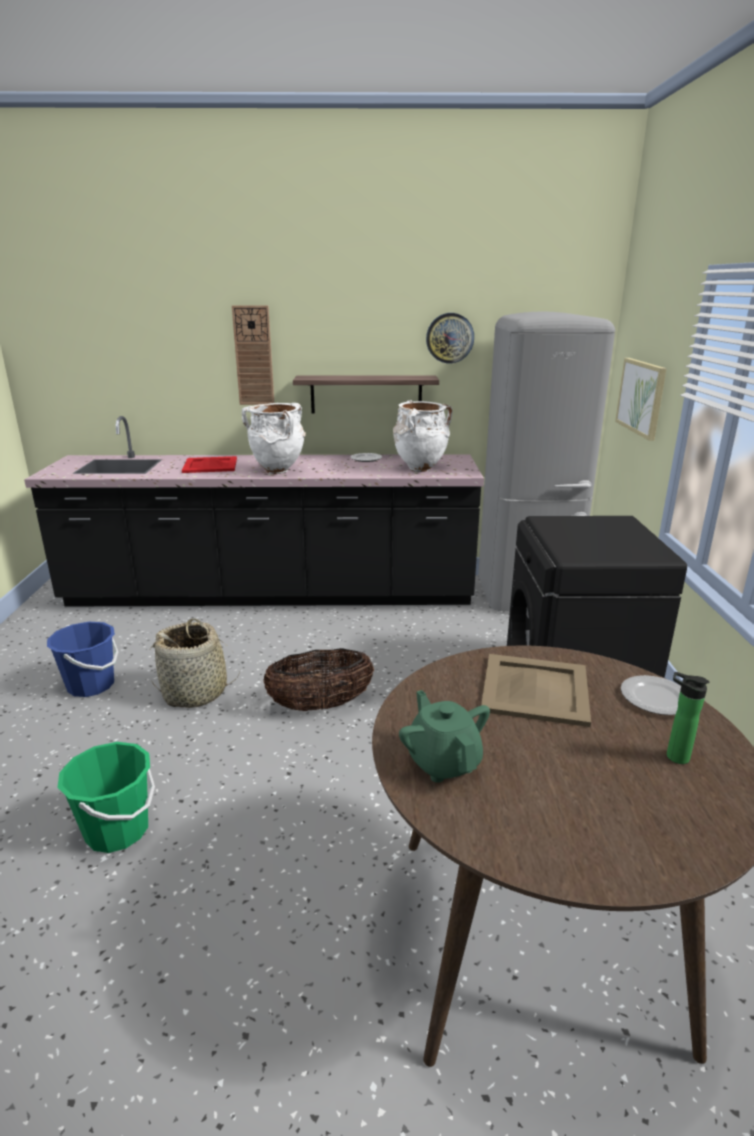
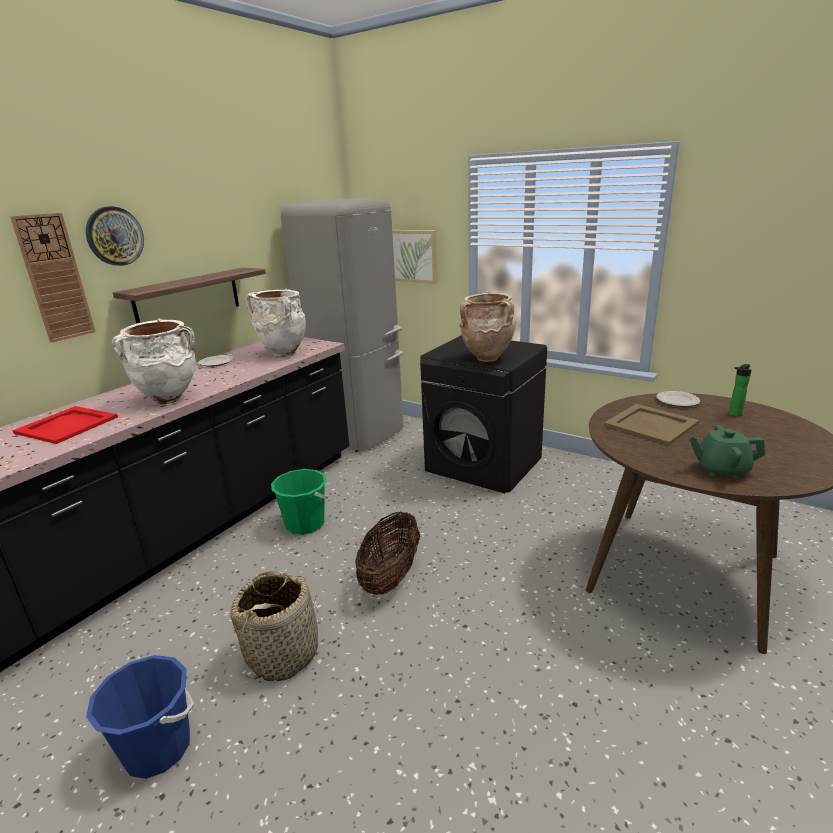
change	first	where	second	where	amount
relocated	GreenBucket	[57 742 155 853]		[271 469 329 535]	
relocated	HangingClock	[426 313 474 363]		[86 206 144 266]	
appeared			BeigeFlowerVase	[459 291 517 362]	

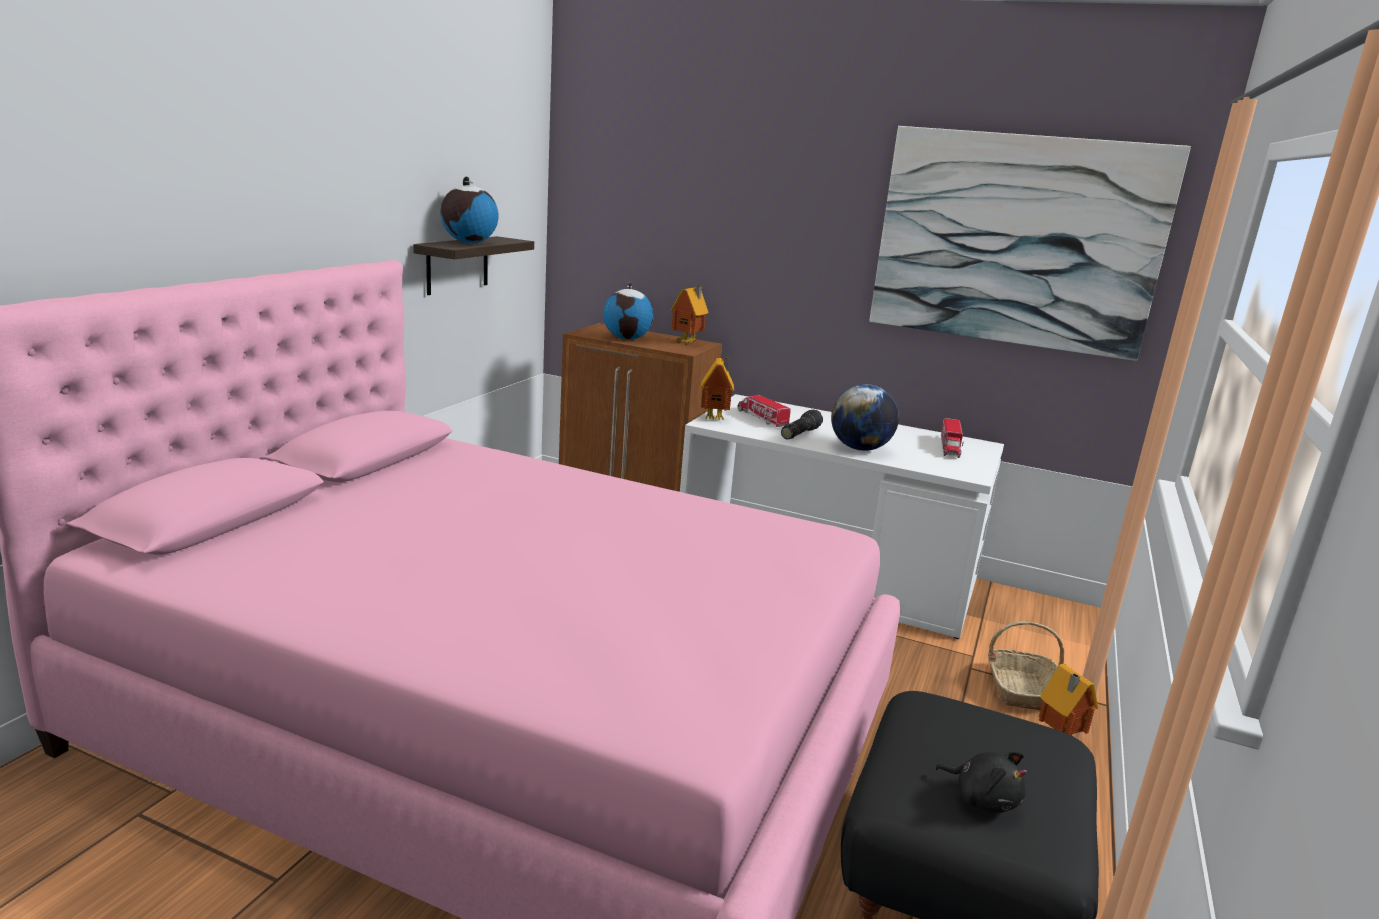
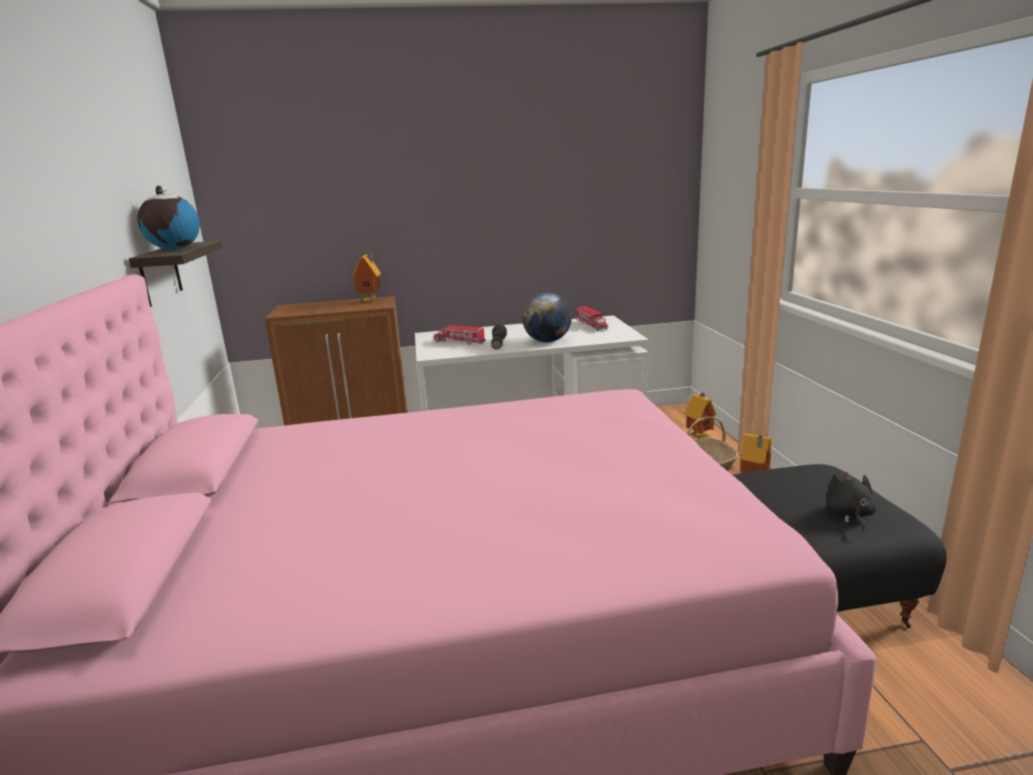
change	first	where	second	where	amount
missing	Globe	[603 281 654 340]			
relocated	ModelHouse	[700 357 734 420]		[685 393 717 439]	
missing	Picture	[869 126 1191 361]			
spun	BlackColouredCuddlyToy	[935 752 1027 813]		[826 472 876 532]	90 degrees counterclockwise

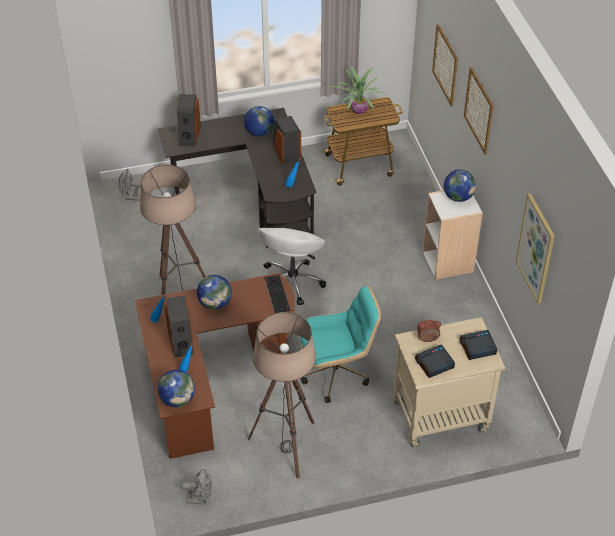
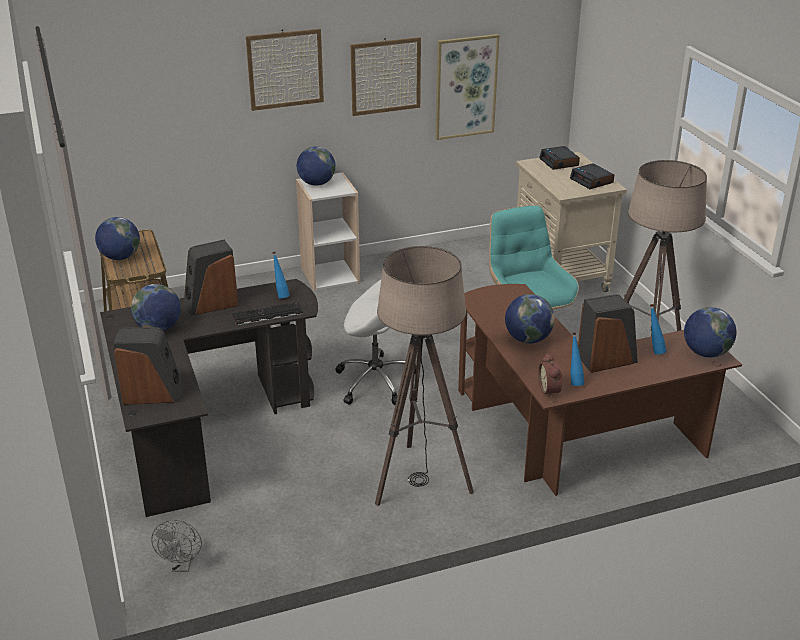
change	first	where	second	where	amount
missing	GrayFan	[181 469 212 505]			
relocated	PcKeyboard	[265 275 291 313]		[232 302 303 325]	
exchanged	PottedPlant	[330 66 385 114]	Globe	[95 217 140 260]	
relocated	TableClock	[417 320 441 342]		[538 353 562 398]	
relocated	Picture	[432 24 458 106]		[350 37 421 116]	

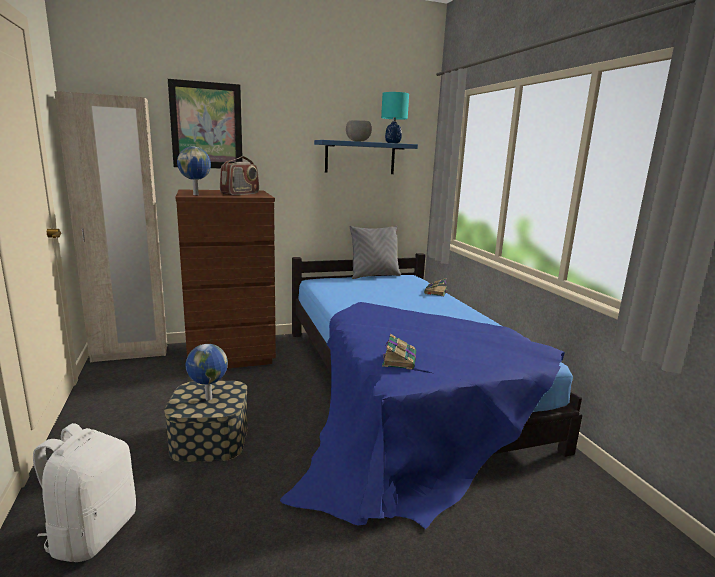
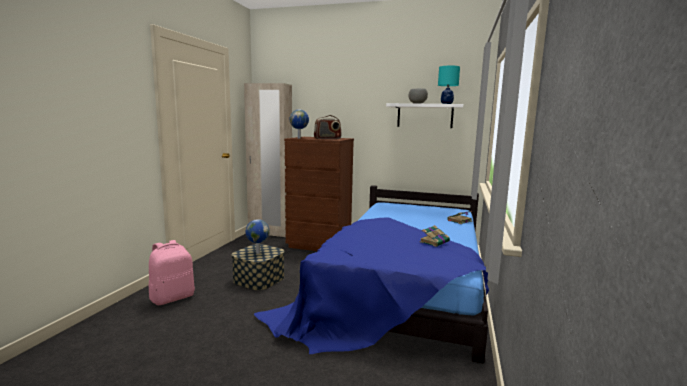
change	first	where	second	where	amount
colour	WhitishKnapsack	[33 423 136 562]	PinkColouredKnapsack	[149 240 195 305]	
missing	Picture	[168 79 243 168]			
colour	BlueColouredWallShelf	[314 140 418 174]	WhitishWallShelf	[386 103 463 128]	
missing	GrayCushion	[349 226 401 279]			
relocated	BoundBook	[382 334 416 370]		[420 225 450 247]	

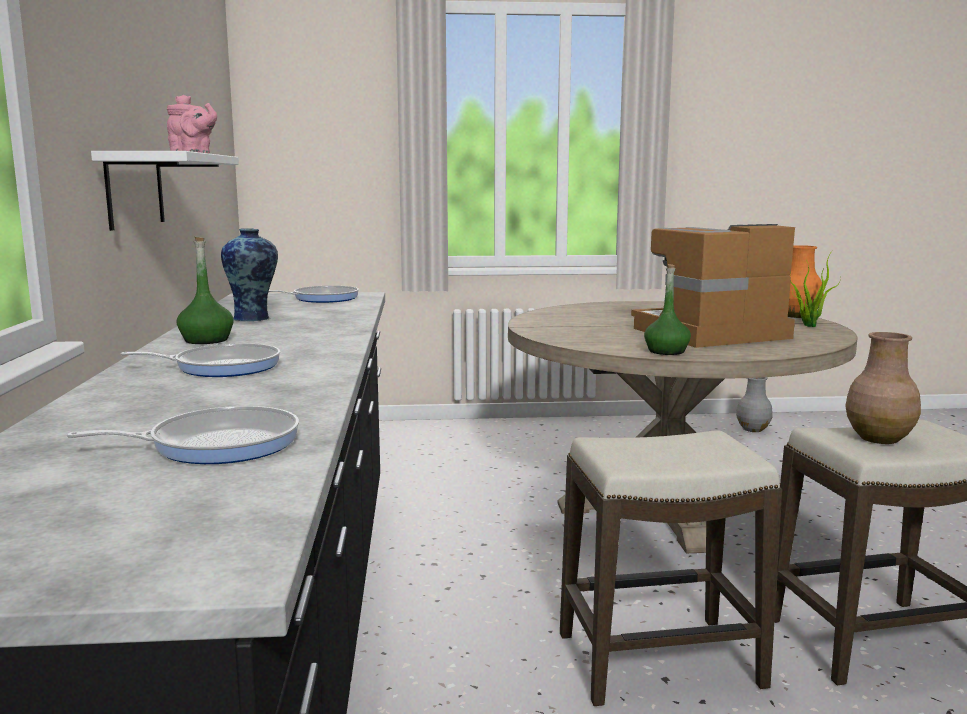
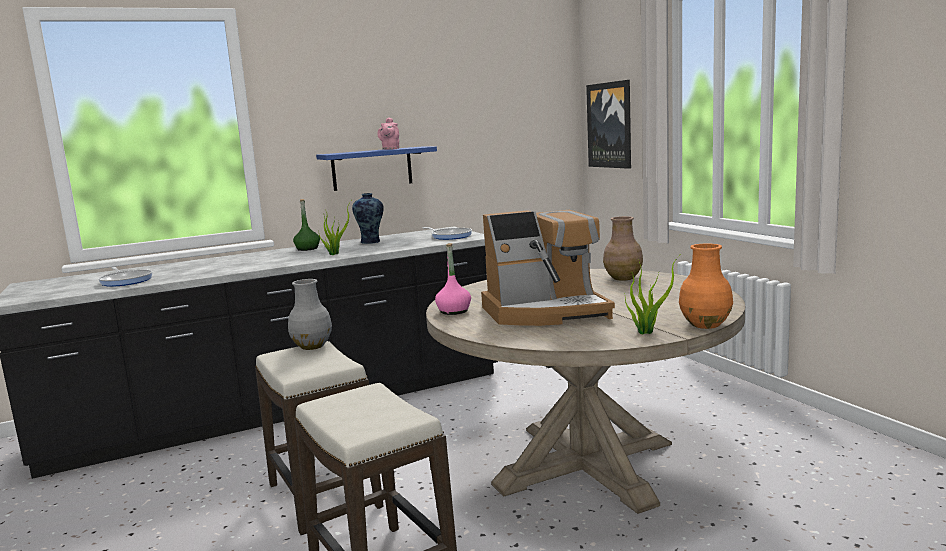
change	first	where	second	where	amount
colour	WhitishWallShelf	[91 151 239 231]	BlueColouredWallShelf	[316 147 437 191]	
missing	FryingPan	[120 343 280 377]			
spun	CoffeeMaker	[631 224 795 348]		[481 210 615 326]	120 degrees clockwise
colour	GreenBottle	[644 264 691 355]	PinkColouredBottle	[435 243 471 315]	
relocated	GrayFlowerVase	[736 377 773 432]		[288 279 332 350]	
relocated	BrownColouredFlowerVase	[846 332 921 444]		[603 216 643 281]	
appeared			PottedPlant	[319 201 351 255]	
appeared			Picture	[586 80 631 169]	

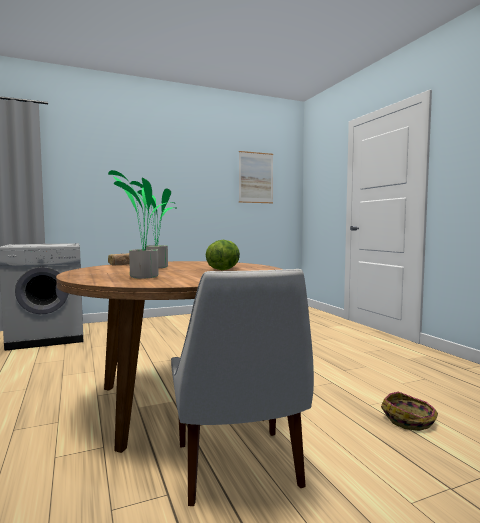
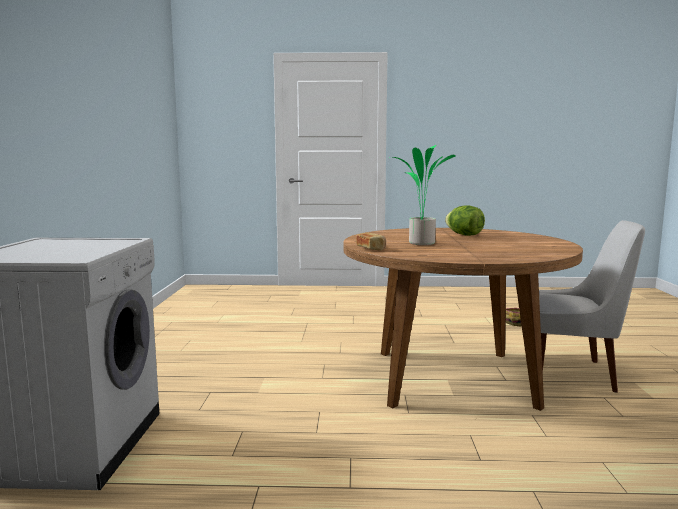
change	first	where	second	where	amount
missing	PottedPlant	[108 170 176 279]			
missing	Picture	[239 151 273 203]			

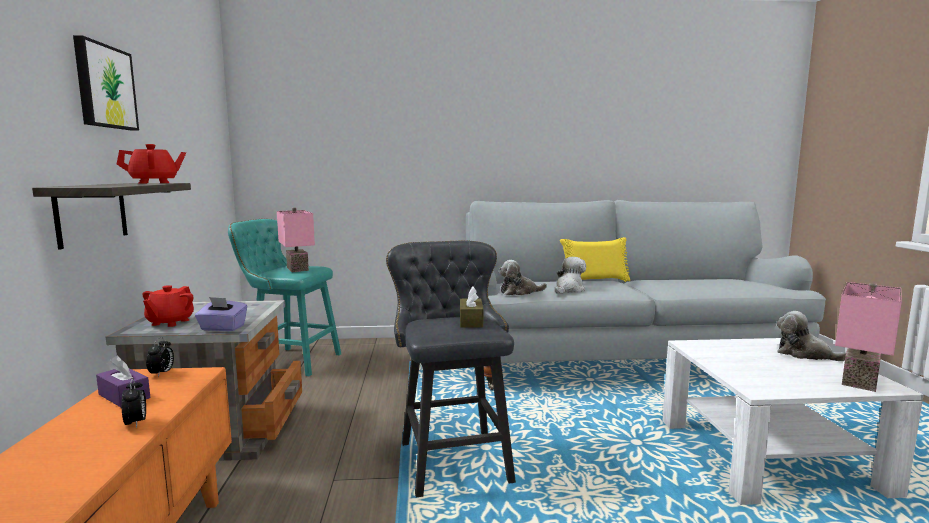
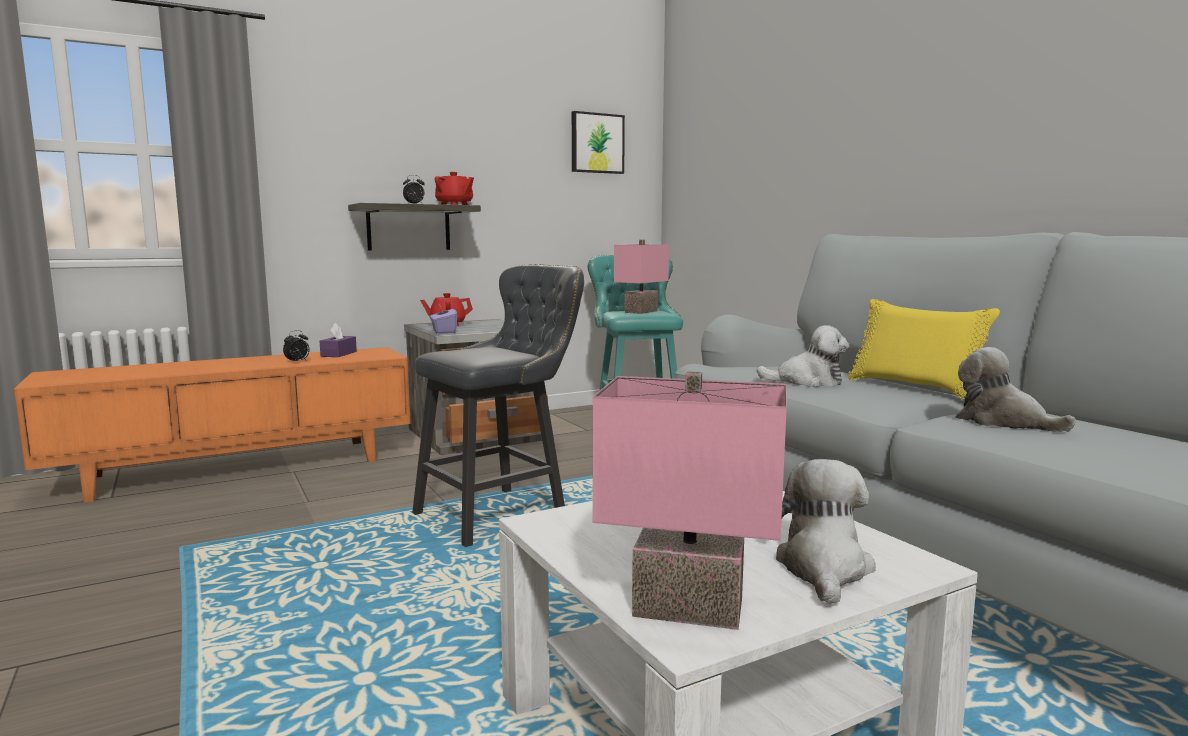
change	first	where	second	where	amount
relocated	Picture	[73 35 139 131]		[572 111 625 174]	
relocated	TableClock	[146 337 174 377]		[403 175 425 203]	
missing	BrownColouredTissueHolder	[460 287 483 327]			
relocated	CuddlyToy	[498 260 547 296]		[955 347 1076 432]	

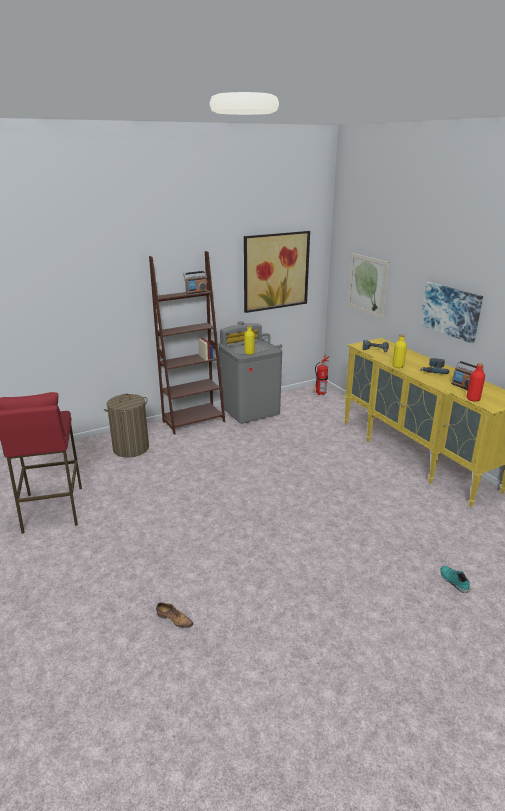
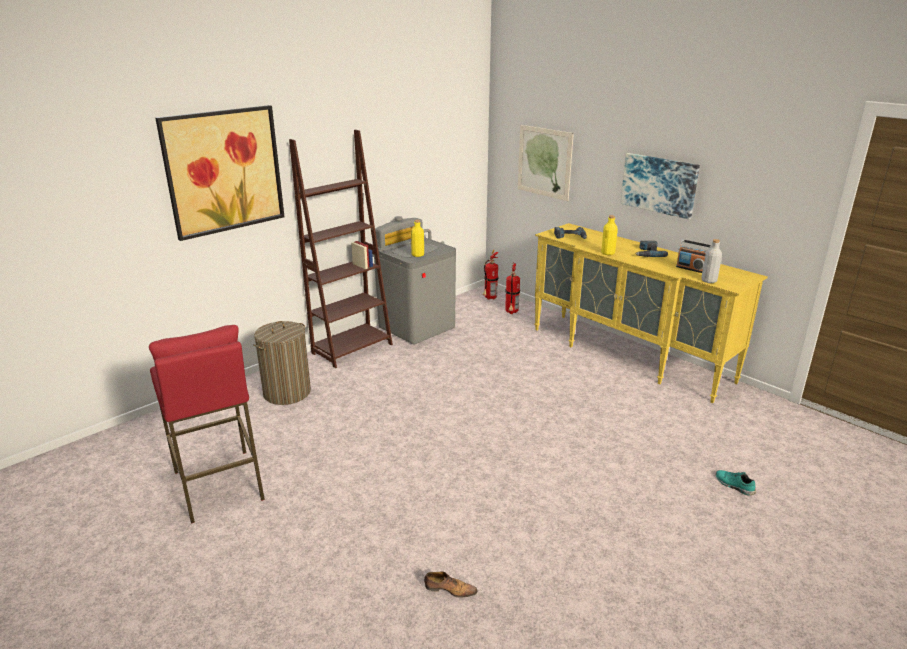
change	first	where	second	where	amount
missing	RadioSet	[183 271 208 294]			
relocated	Picture	[244 231 310 313]		[155 105 285 241]	
colour	RedColouredBottle	[466 363 485 402]	GrayBottle	[701 239 722 283]	
appeared			Extinguisher	[505 263 520 314]	

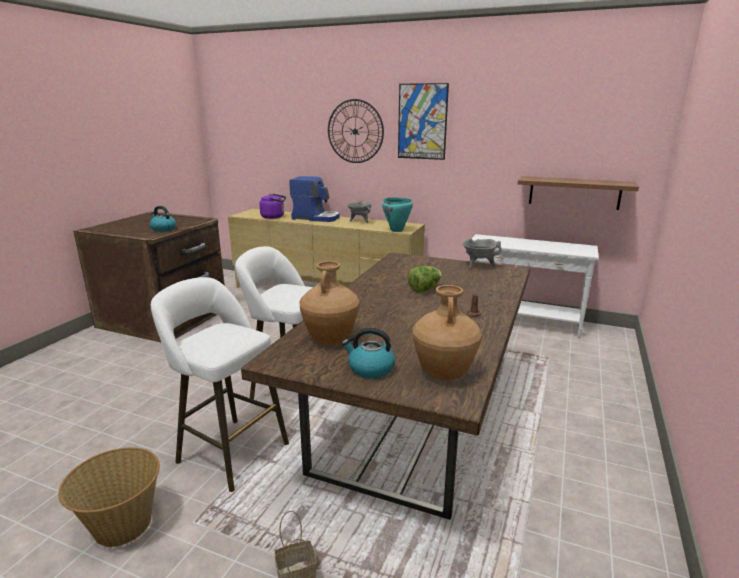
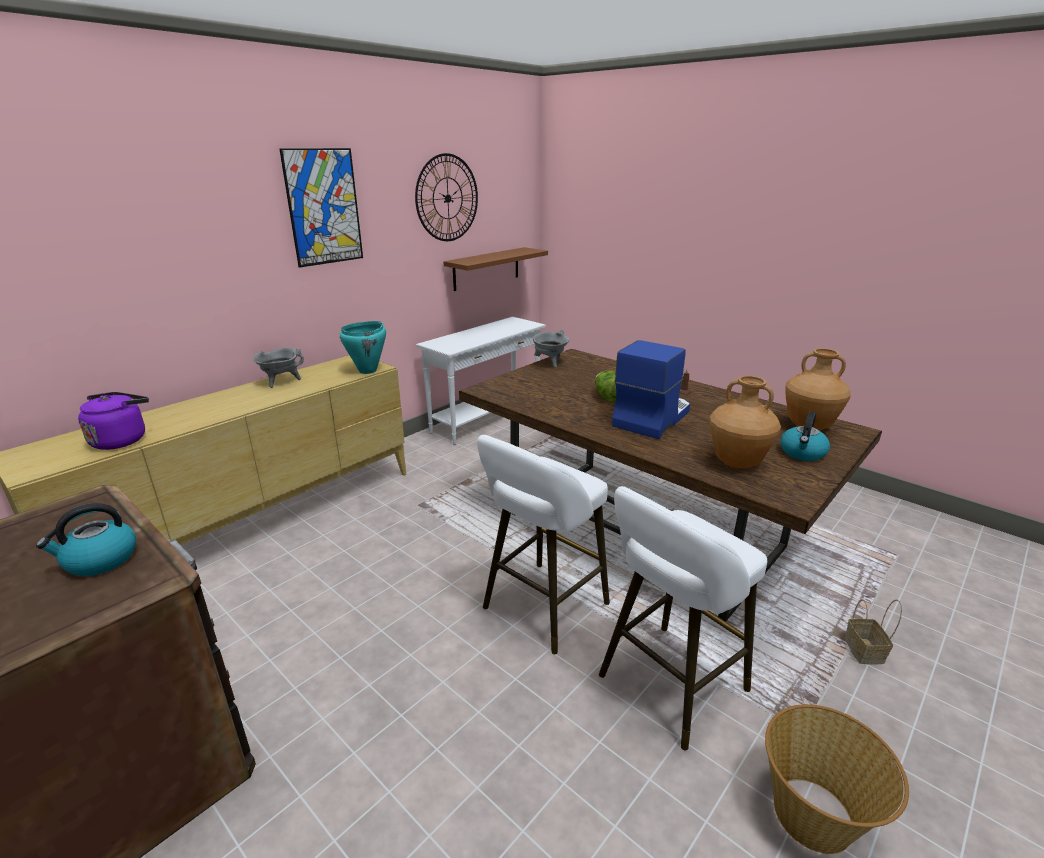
change	first	where	second	where	amount
relocated	CoffeeMaker	[289 176 340 222]		[612 340 690 439]	
relocated	HangingClock	[328 99 384 163]		[415 153 478 241]	

